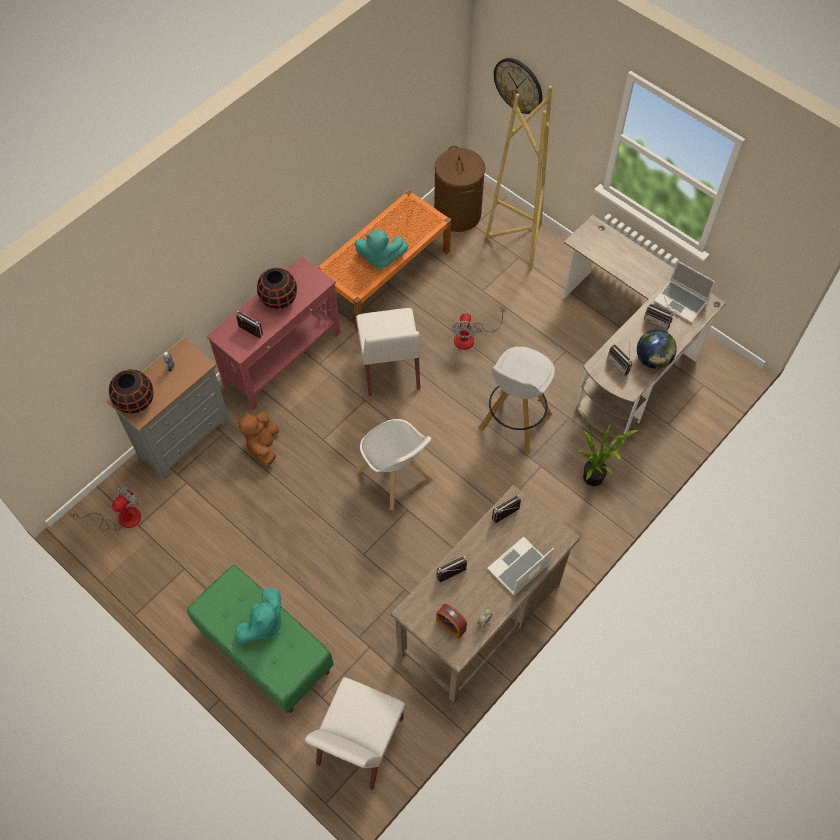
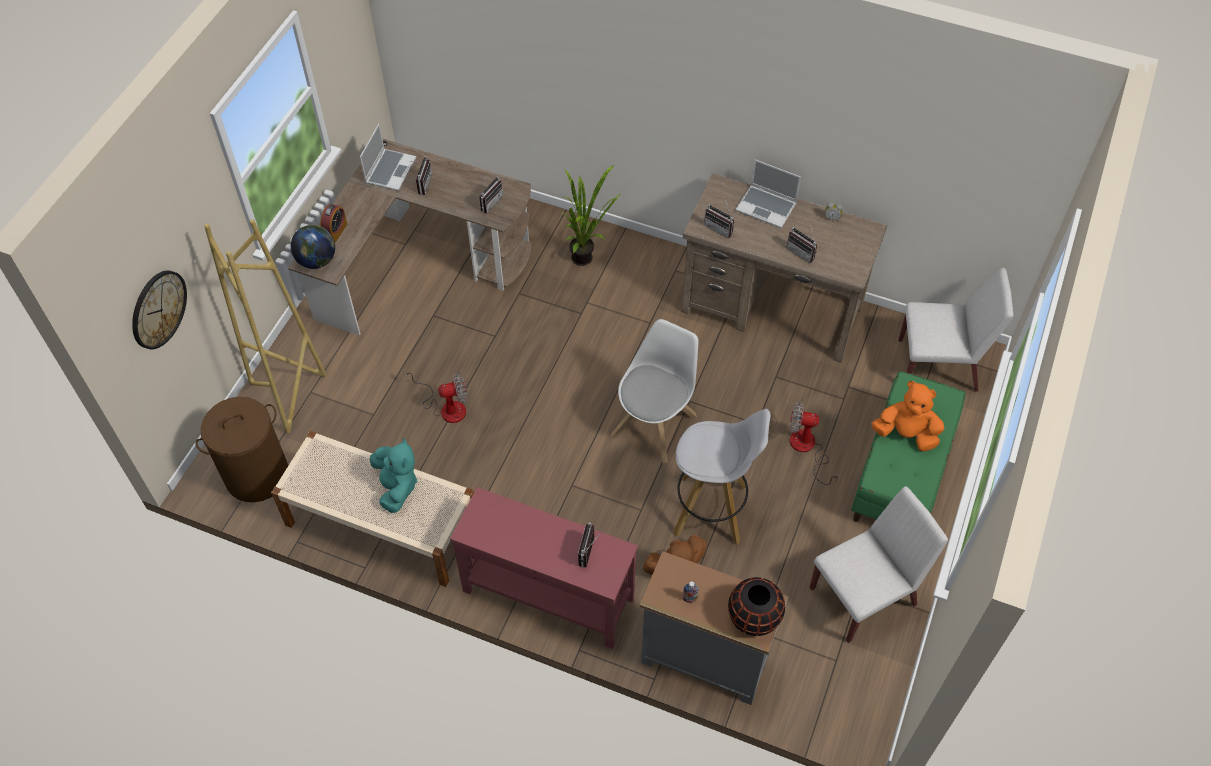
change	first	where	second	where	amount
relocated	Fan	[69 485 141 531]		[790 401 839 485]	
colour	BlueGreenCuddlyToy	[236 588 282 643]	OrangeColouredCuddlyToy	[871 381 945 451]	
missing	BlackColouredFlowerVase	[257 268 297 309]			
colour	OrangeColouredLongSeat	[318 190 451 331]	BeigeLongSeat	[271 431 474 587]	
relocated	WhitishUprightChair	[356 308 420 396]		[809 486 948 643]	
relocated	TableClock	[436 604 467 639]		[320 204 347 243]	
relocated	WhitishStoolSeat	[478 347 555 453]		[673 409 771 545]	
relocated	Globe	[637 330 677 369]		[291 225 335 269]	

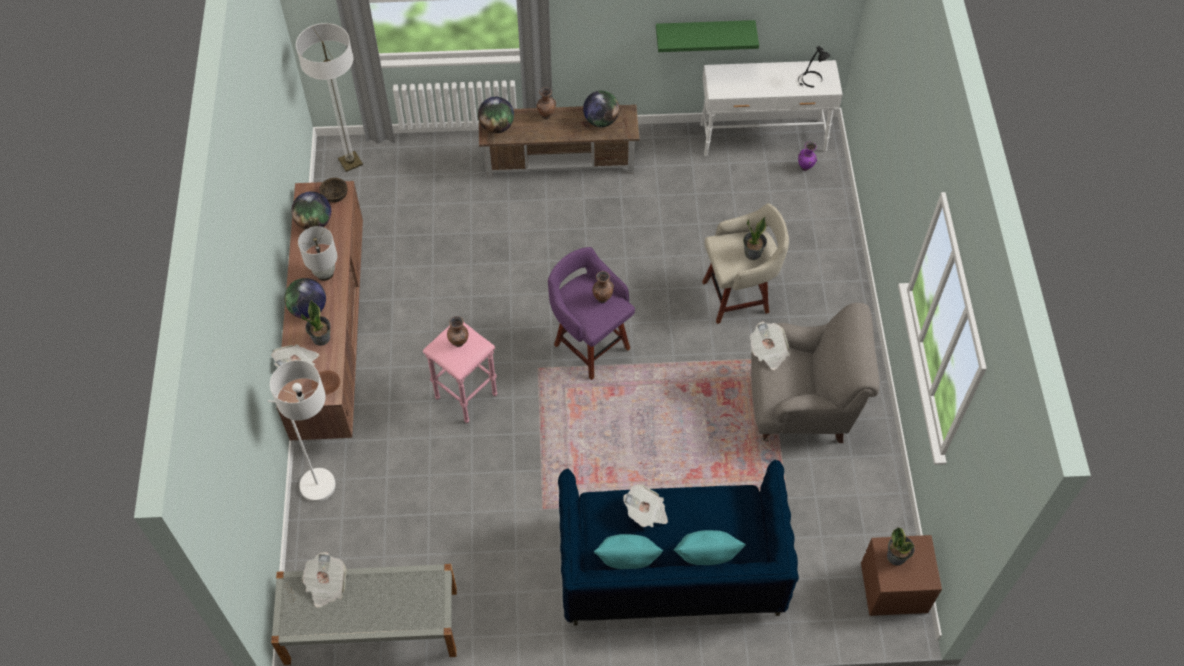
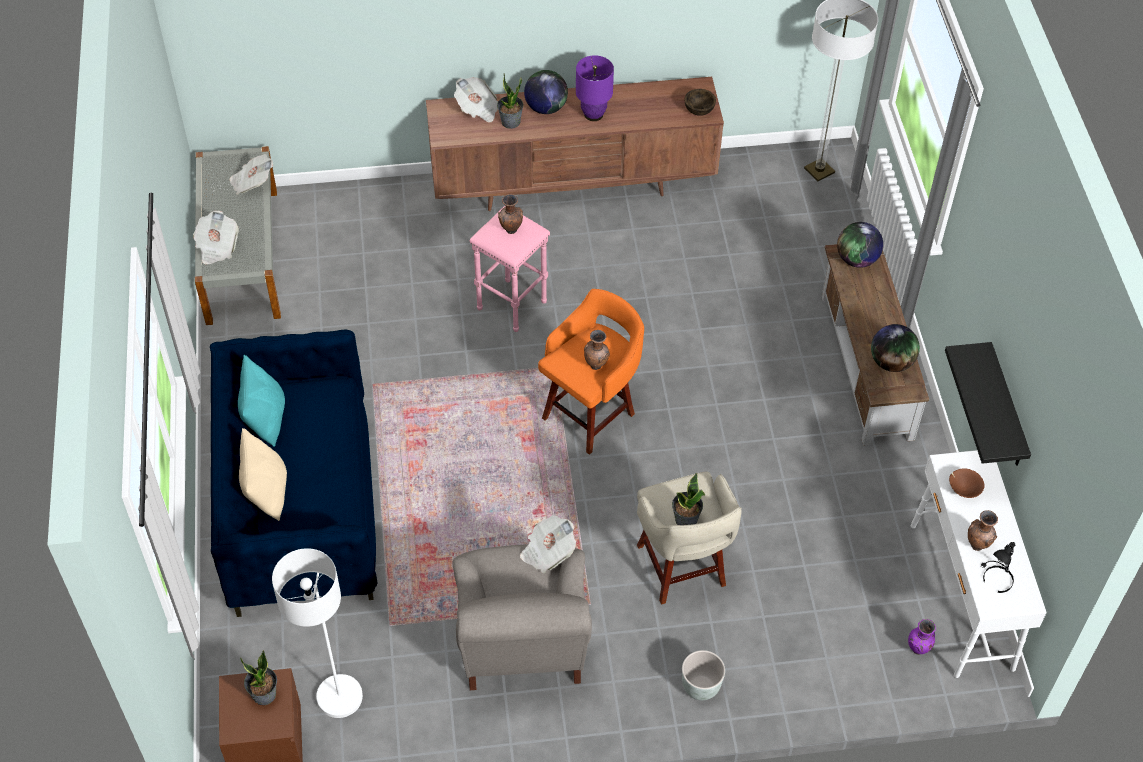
change	first	where	second	where	amount
relocated	WhitishStandardLamp	[268 360 336 502]		[272 548 363 718]	
missing	Globe	[291 192 331 230]			
colour	WhitishTableLamp	[298 226 338 281]	PurpleColouredTableLamp	[576 55 614 121]	
relocated	BrownColouredDeepDish	[312 370 340 394]		[949 469 985 498]	
relocated	BrownColouredFlowerVase	[536 87 556 119]		[968 510 998 551]	
colour	PurpleColouredStoolSeat	[548 247 635 380]	OrangeColouredStoolSeat	[538 289 644 455]	
relocated	DailyPaper	[623 484 668 527]		[193 211 239 264]	
colour	GreenWallShelf	[656 20 759 52]	BlackColouredWallShelf	[945 342 1031 466]	
colour	BlueGreenCushion	[674 530 746 565]	BeigeCushion	[239 428 287 521]	
appeared			GrayFlowerPot	[682 650 725 700]	

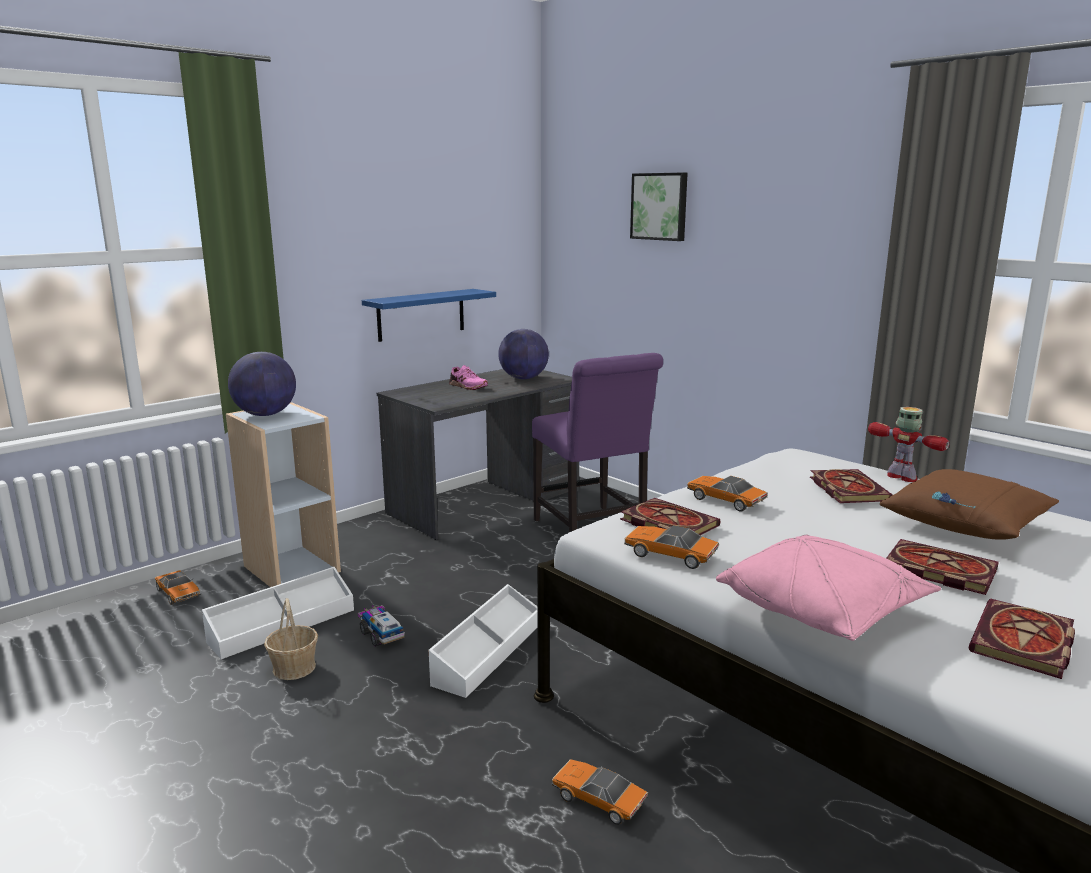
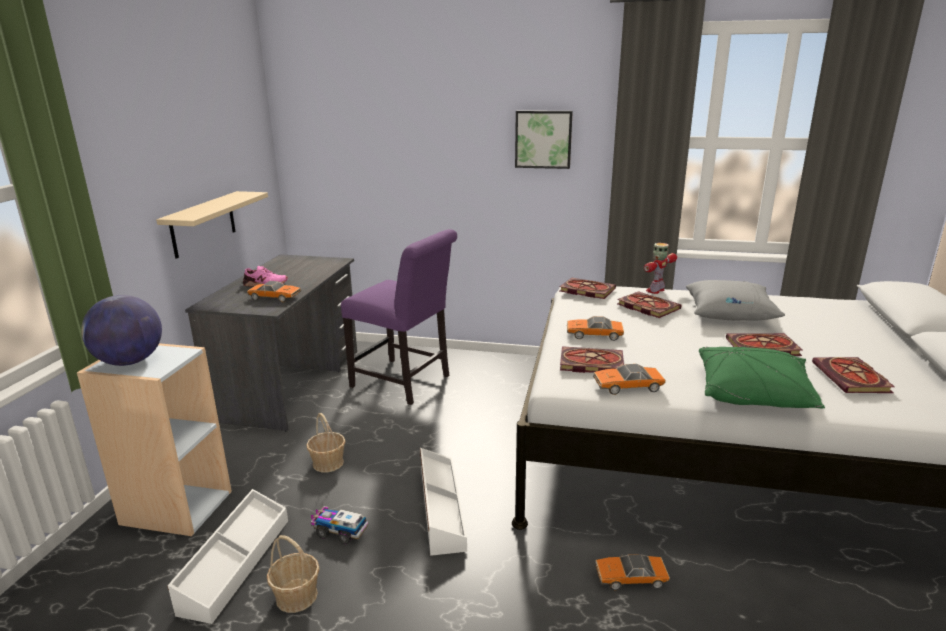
change	first	where	second	where	amount
relocated	MiniatureCar	[155 570 201 605]		[247 281 301 302]	
colour	BlueColouredWallShelf	[362 289 496 342]	BeigeWallShelf	[156 191 268 258]	
missing	Globe	[498 329 549 379]			
relocated	Picture	[630 173 688 241]		[515 110 573 169]	
colour	PinkColouredCushion	[716 535 941 641]	GreenCushion	[699 347 825 408]	
spun	ModelRobot	[868 407 949 482]		[644 243 677 294]	60 degrees counterclockwise
colour	BrownColouredCushion	[880 469 1059 540]	GrayCushion	[686 280 785 321]	
appeared			HouseholdBasket	[306 413 346 472]	
appeared			BoundBook	[559 278 616 299]	

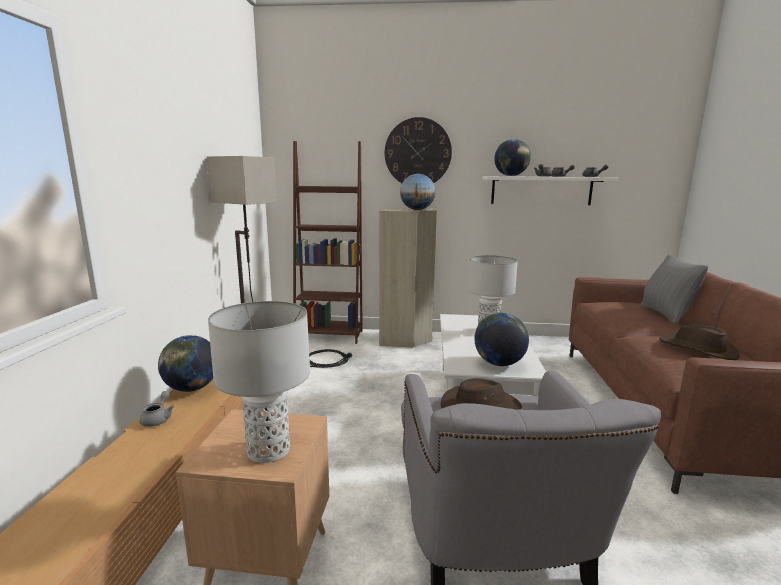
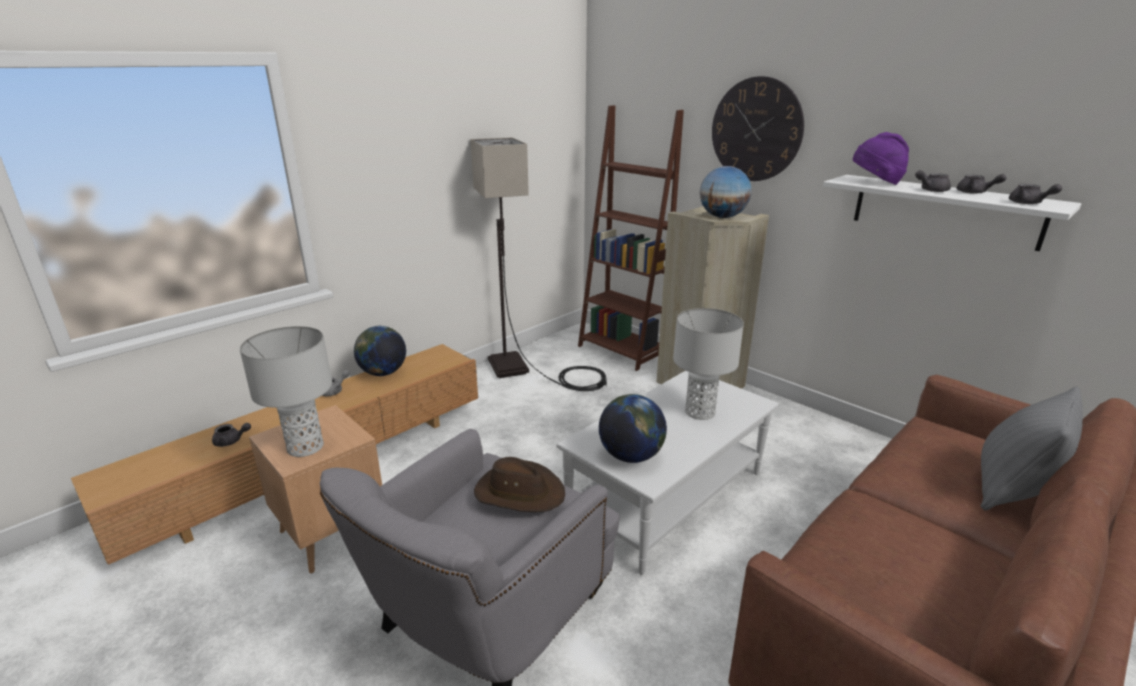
change	first	where	second	where	amount
exchanged	Globe	[494 139 531 176]	PurpleColouredWearableHat	[853 132 909 185]	
missing	BrownColouredWearableHat	[659 325 740 360]			
appeared			GrayTeaPot	[212 423 251 447]	

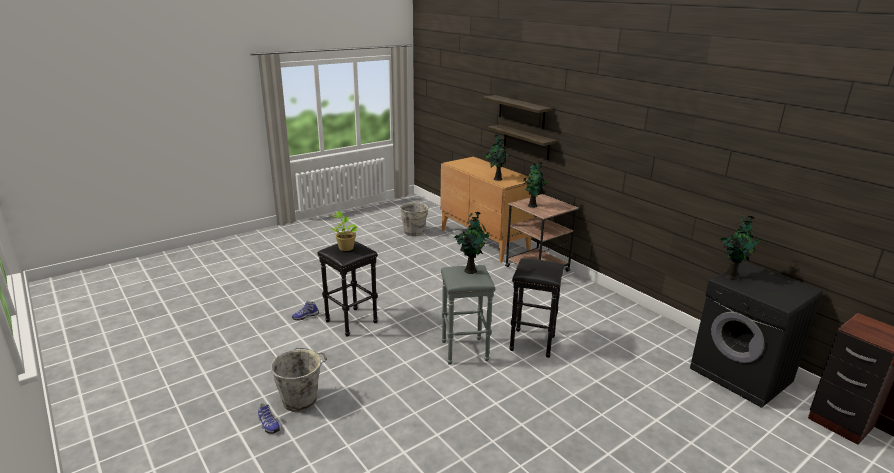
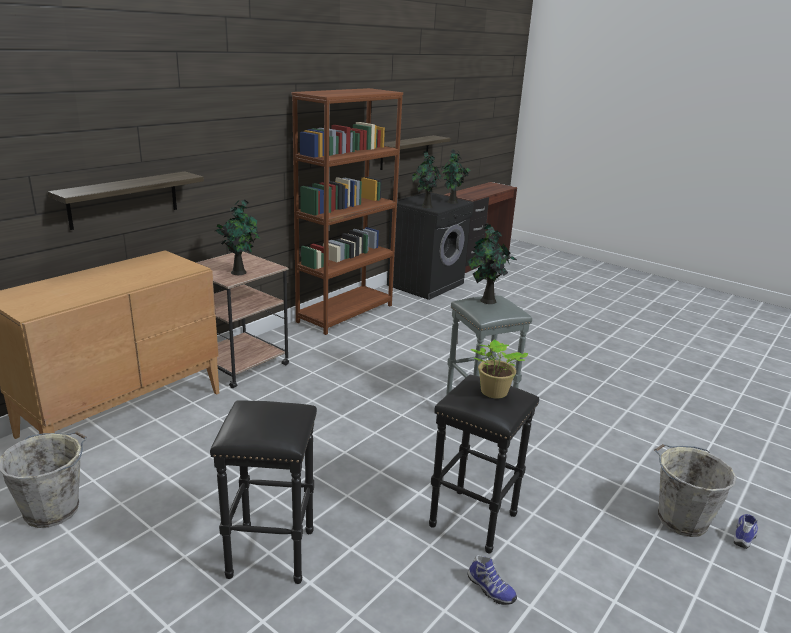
change	first	where	second	where	amount
relocated	WallShelf	[483 95 552 129]		[380 135 451 170]	
relocated	PottedPlant	[486 135 510 181]		[441 149 470 204]	
relocated	BlackColouredStoolSeat	[509 258 564 358]		[210 400 317 584]	
appeared			BrownColouredBookcase	[292 88 403 335]	

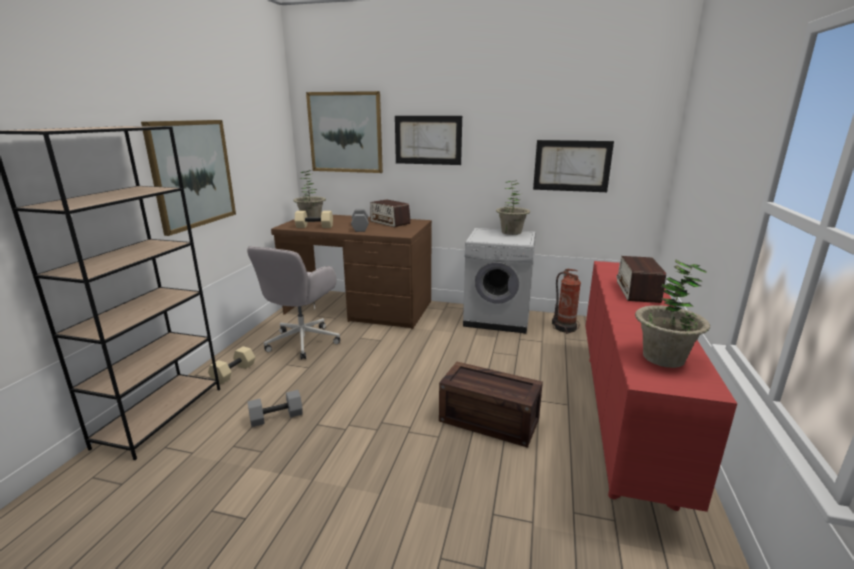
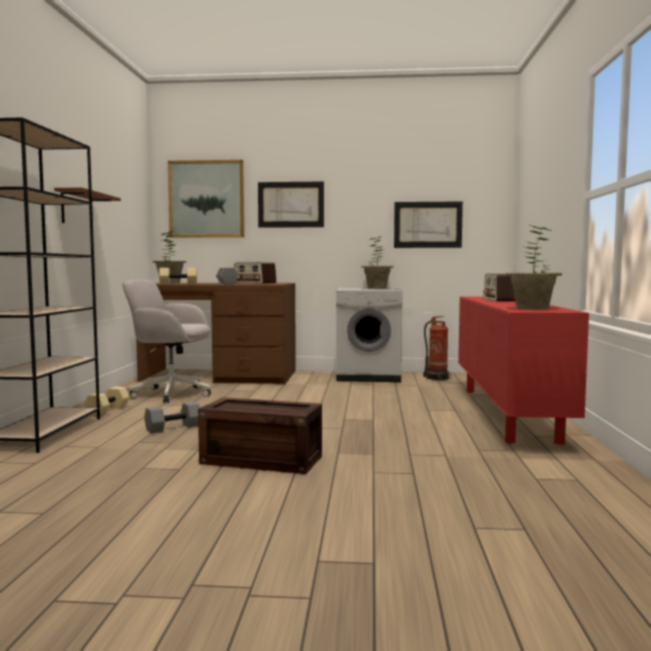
change	first	where	second	where	amount
exchanged	Picture	[141 120 236 236]	BrownColouredWallShelf	[54 187 121 223]	
spun	GrayDeskChair	[247 246 340 360]		[123 279 211 403]	90 degrees clockwise
relocated	Crate	[439 362 543 448]		[198 397 322 474]	

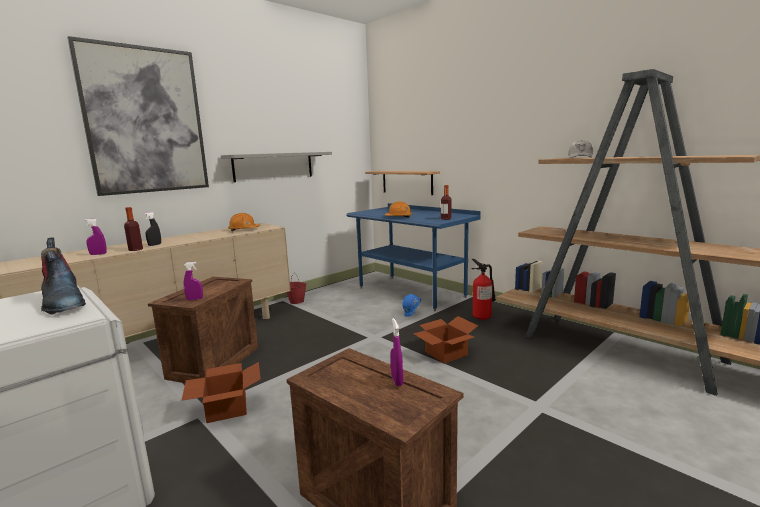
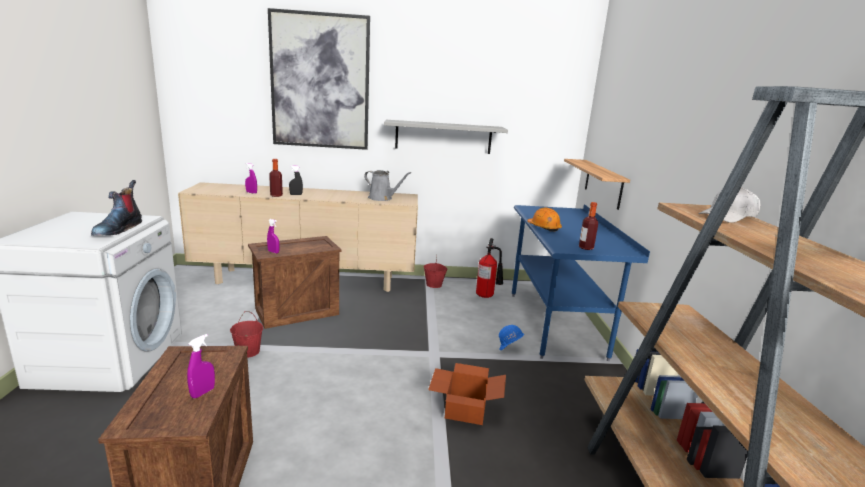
change	first	where	second	where	amount
exchanged	PackingBox	[181 362 261 423]	RedColouredBucket	[230 311 263 358]	
exchanged	OrangeColouredHardHat	[228 213 260 231]	GrayWateringCan	[364 170 411 201]	
relocated	Extinguisher	[471 259 496 320]		[476 238 503 298]	

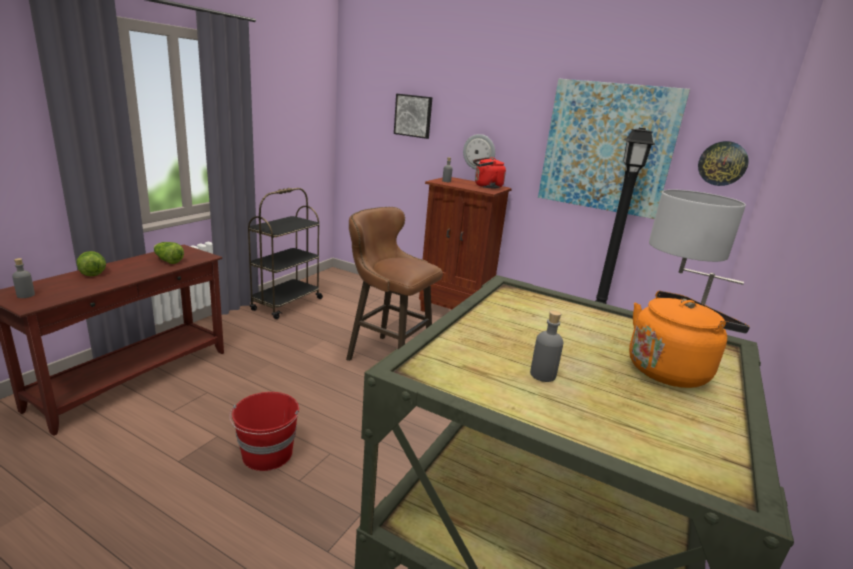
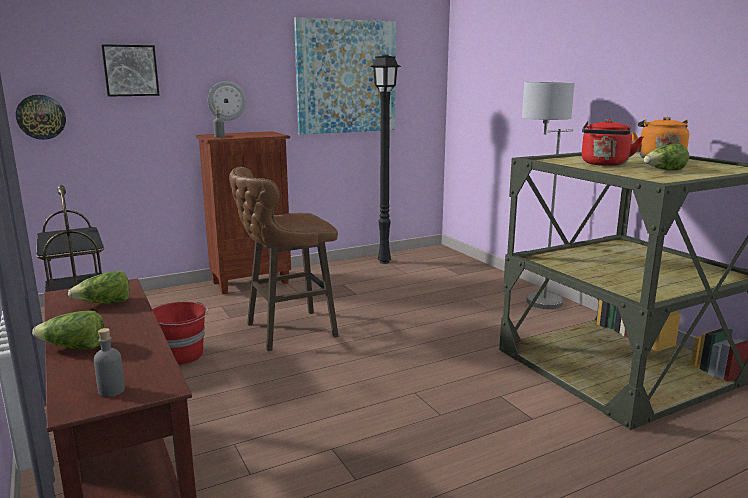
change	first	where	second	where	amount
relocated	RedColouredBucket	[229 392 299 471]		[152 302 208 365]	
relocated	RedColouredTeaKettle	[473 157 506 188]		[582 119 644 166]	
exchanged	GrayBottle	[530 310 563 382]	Lettuce	[644 144 689 171]	
relocated	HangingClock	[698 141 749 186]		[16 95 66 140]	

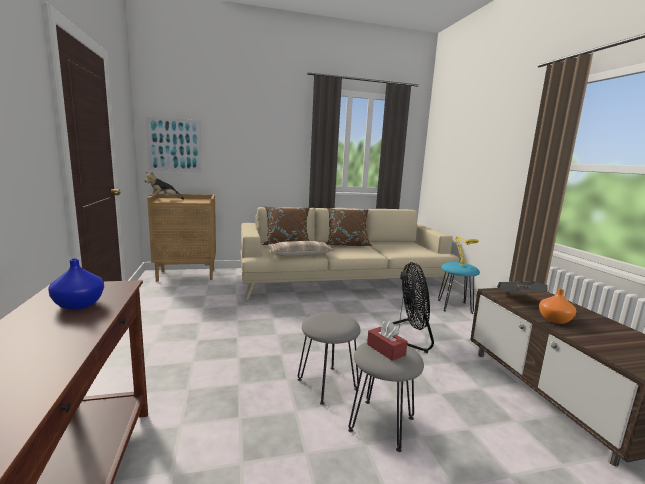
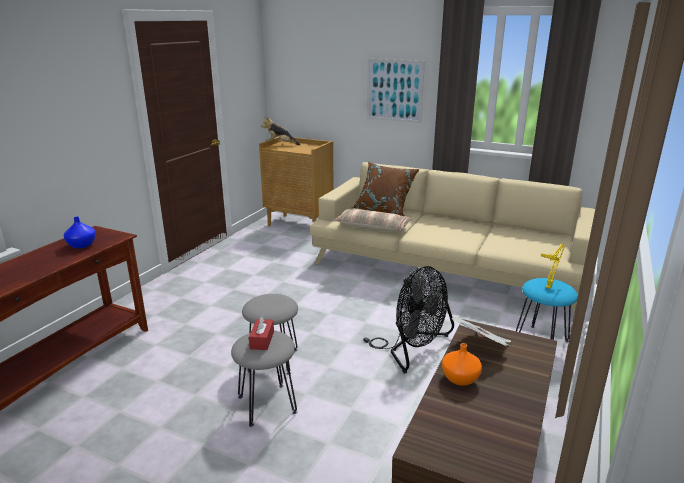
change	first	where	second	where	amount
relocated	Picture	[145 117 202 172]		[367 59 425 123]	
missing	BrownColouredCushion	[326 208 373 246]			

